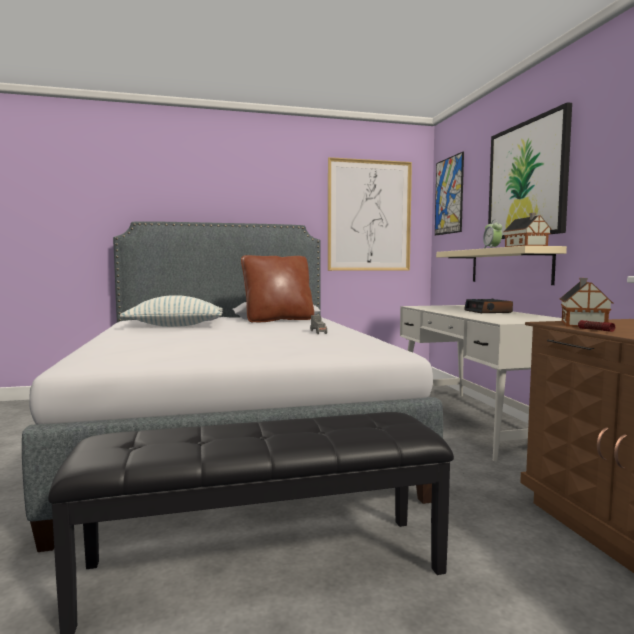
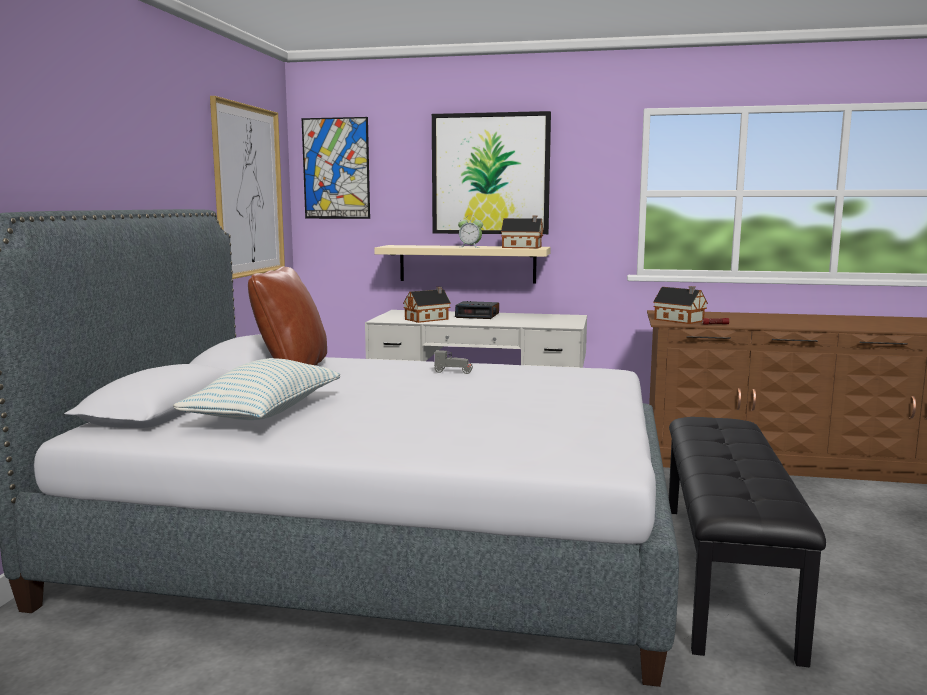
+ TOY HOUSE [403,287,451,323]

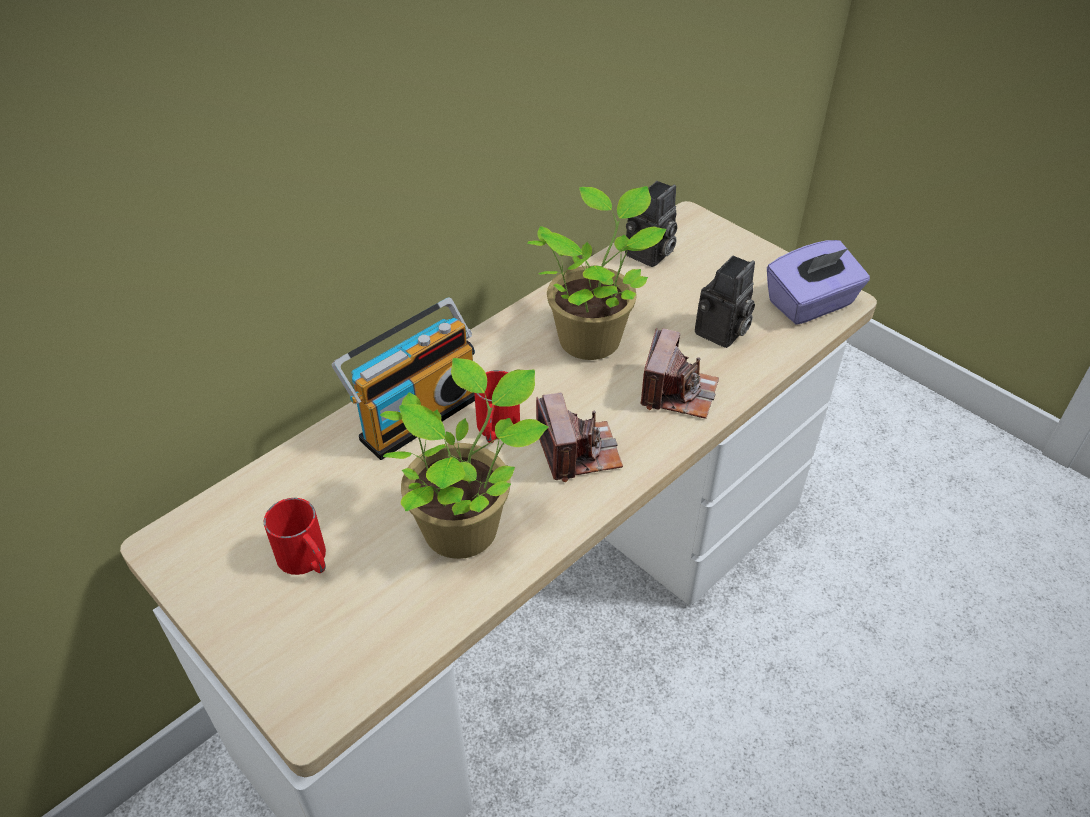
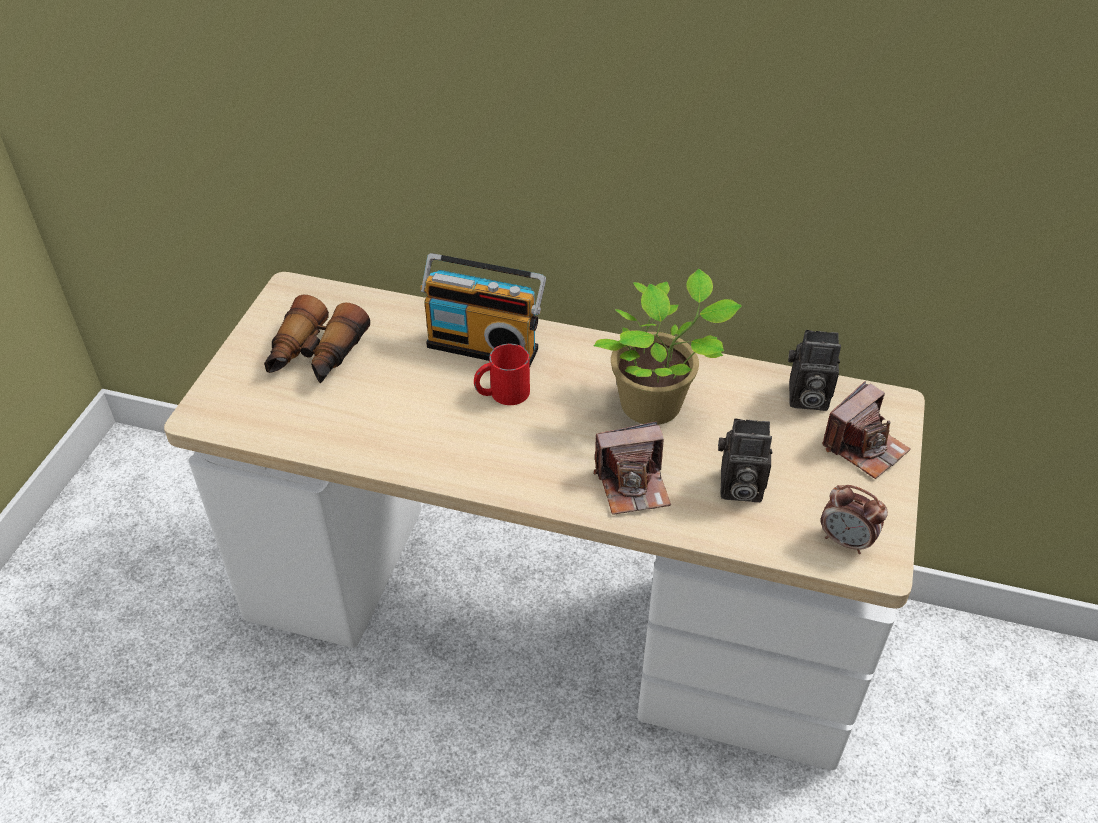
~ REDDISH TEA MUG [264,498,326,575] to BINOCULARS [264,295,370,383]
- PLANT IN A POT [380,358,548,559]
~ PHOTO CAMERA [536,393,623,482] to [822,381,911,479]
~ PURPLE-COLOURED TISSUE HOLDER [767,240,870,325] to ALARM CLOCK [821,485,888,554]

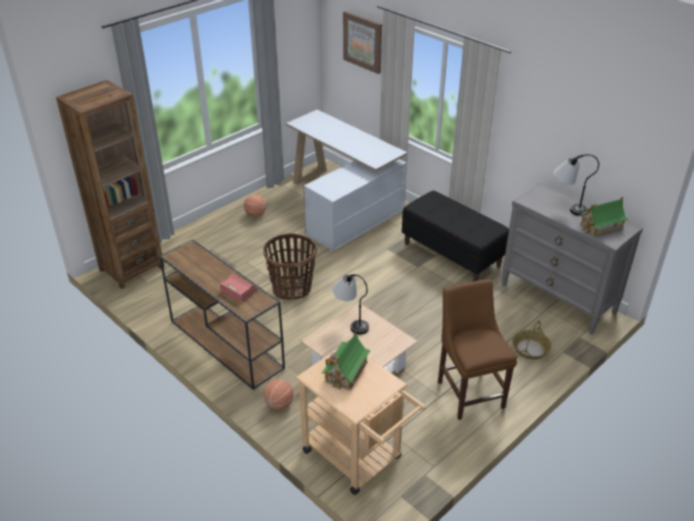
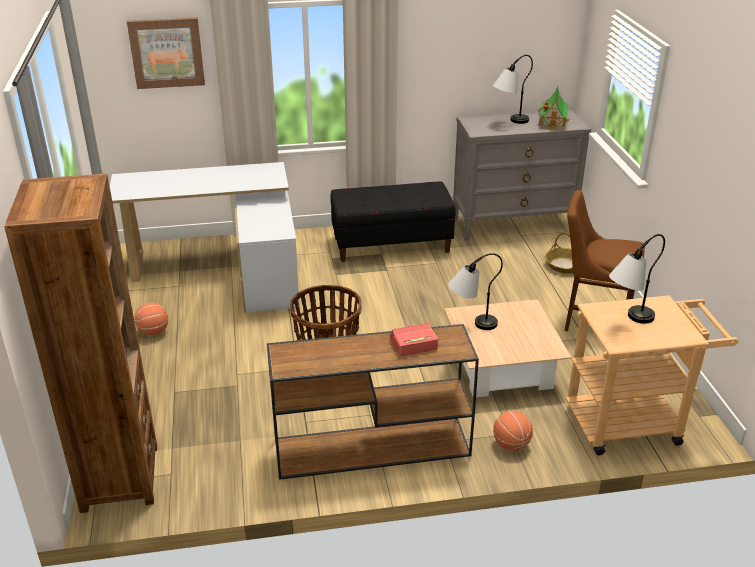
~ TOY HOUSE [322,330,370,390] to LAMP FOR A TABLE [609,234,665,324]

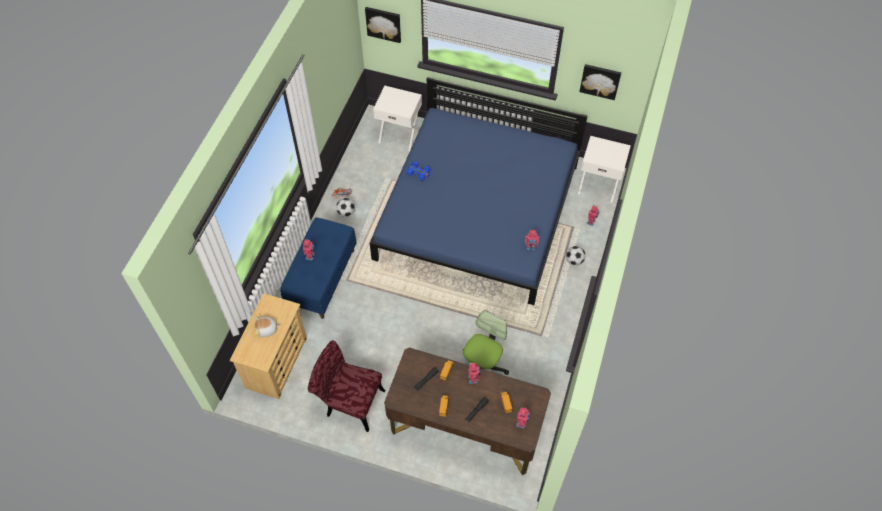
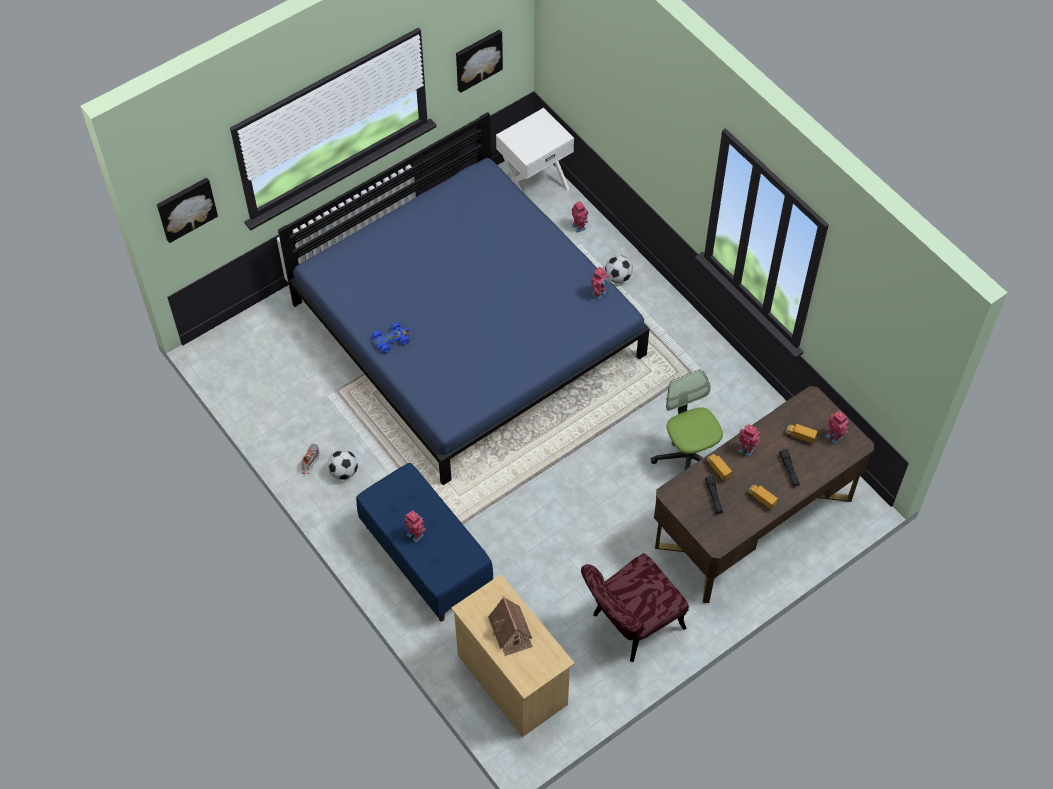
~ CUDDLY TOY [254,316,280,337] to TOY HOUSE [488,596,533,656]
- WHITE-COLOURED NIGHT TABLE [373,86,422,151]

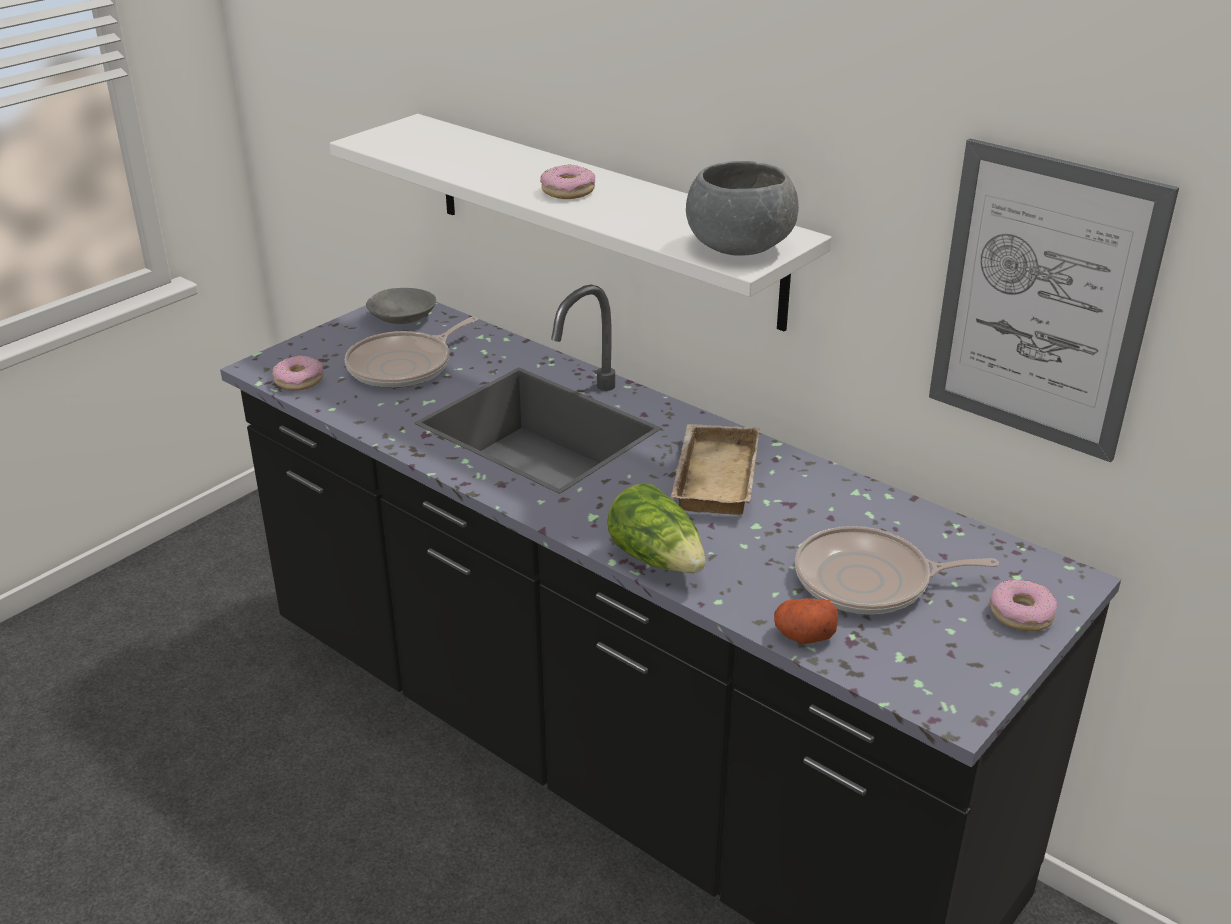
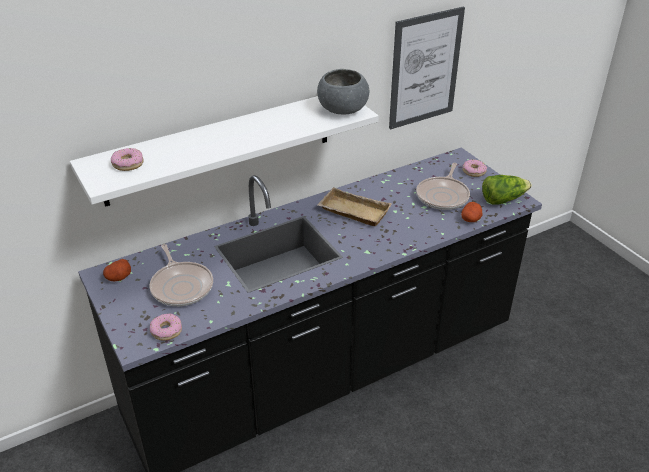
~ GRAY DEEP DISH [366,288,436,324] to SPUD [103,259,131,281]
~ DOUGHNUT [540,165,595,199] to [111,148,143,171]
~ LETTUCE HEAD [608,484,706,573] to [482,175,532,205]

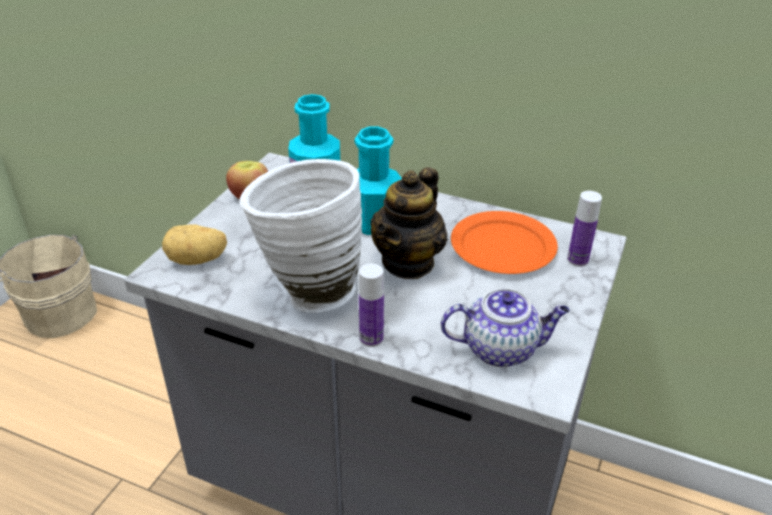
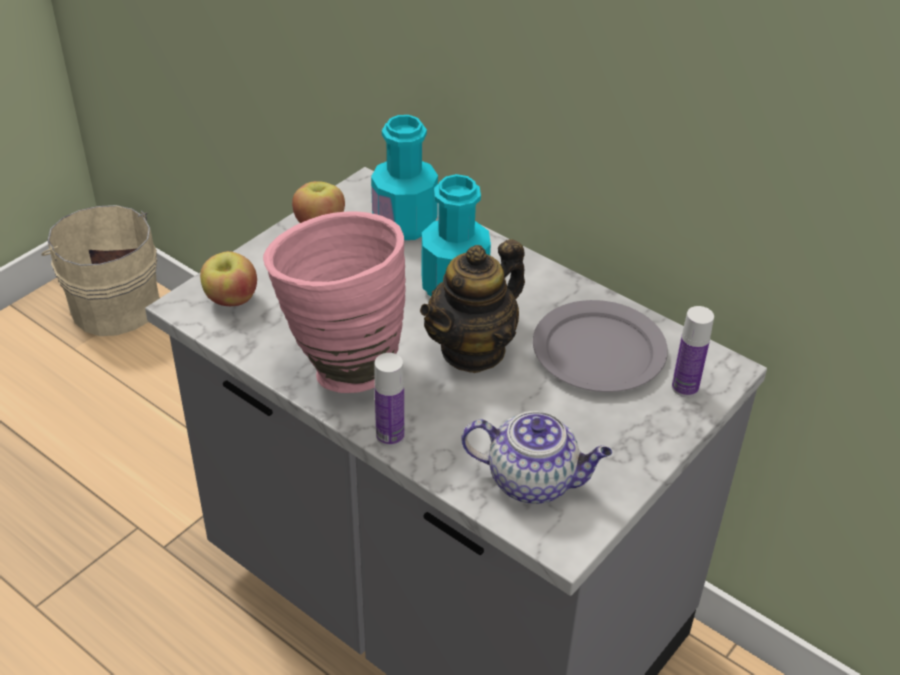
~ SPUD [162,224,227,265] to APPLE [200,251,257,306]
~ WHITE-COLOURED FLOWER VASE [239,159,362,313] to PINK-COLOURED FLOWER VASE [263,212,406,393]
~ ORANGE-COLOURED FLAT DISH [451,211,558,274] to GRAY FLAT DISH [533,300,668,392]

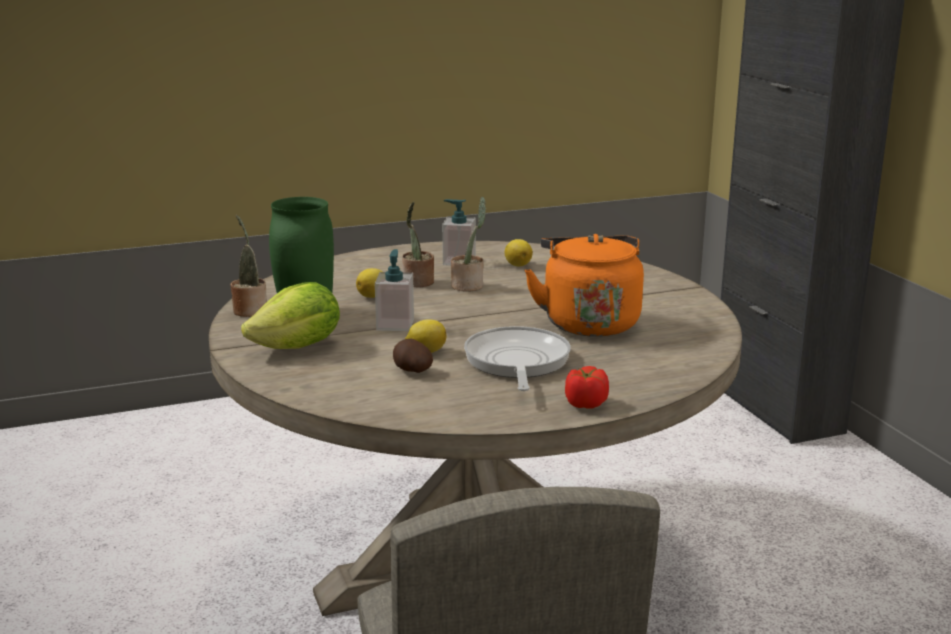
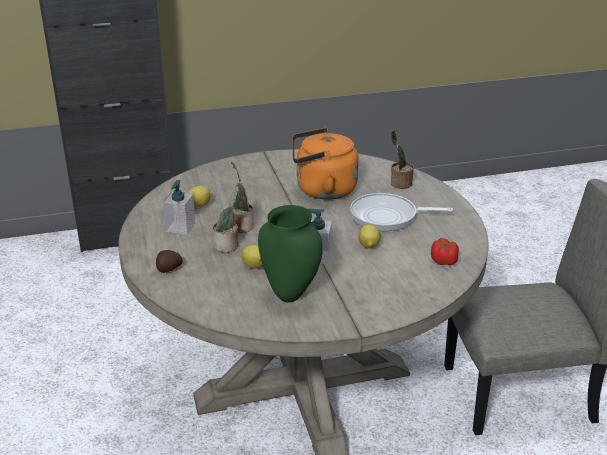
~ PLANT IN A POT [230,215,267,317] to [391,130,414,189]
- LETTUCE HEAD [241,282,340,349]
~ SPUD [393,339,433,373] to [156,250,183,273]
~ FRESH TOMATO [565,366,609,409] to [431,238,459,265]

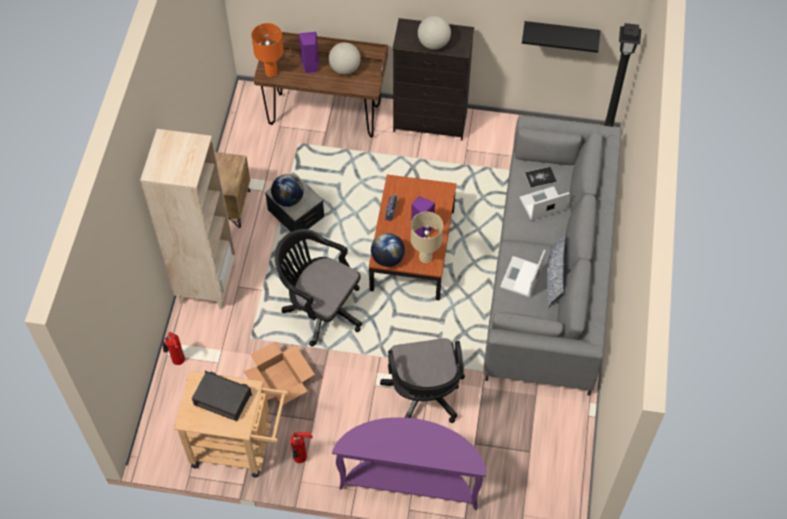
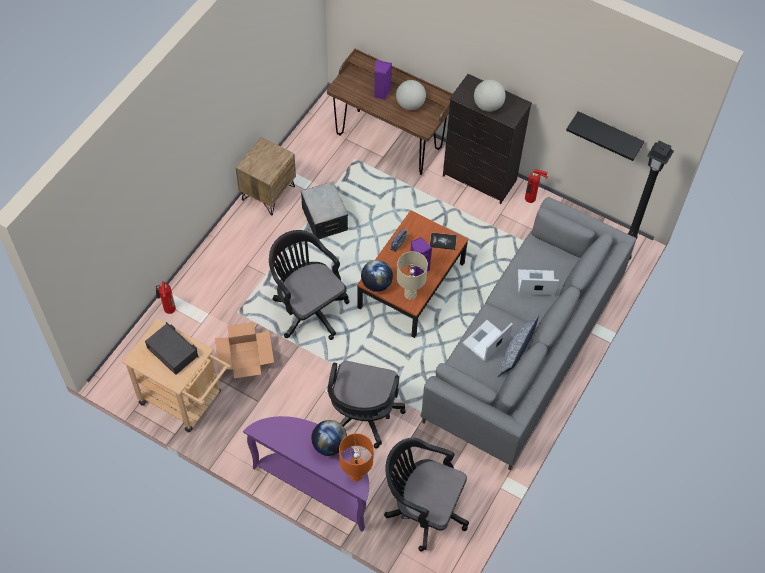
- BEIGE-COLOURED BOOKSHELF [140,129,236,309]
~ ORANGE-COLOURED LAMP FOR A TABLE [251,23,284,77] to [339,433,374,482]
~ DESK GLOBE [271,174,304,207] to [311,420,347,456]
~ FIRE EXTINGUISHER [290,432,313,463] to [525,169,548,203]
~ BOUND BOOK [525,167,556,187] to [430,232,457,250]
+ BLACKISH OFFICE CHAIR [384,438,469,552]

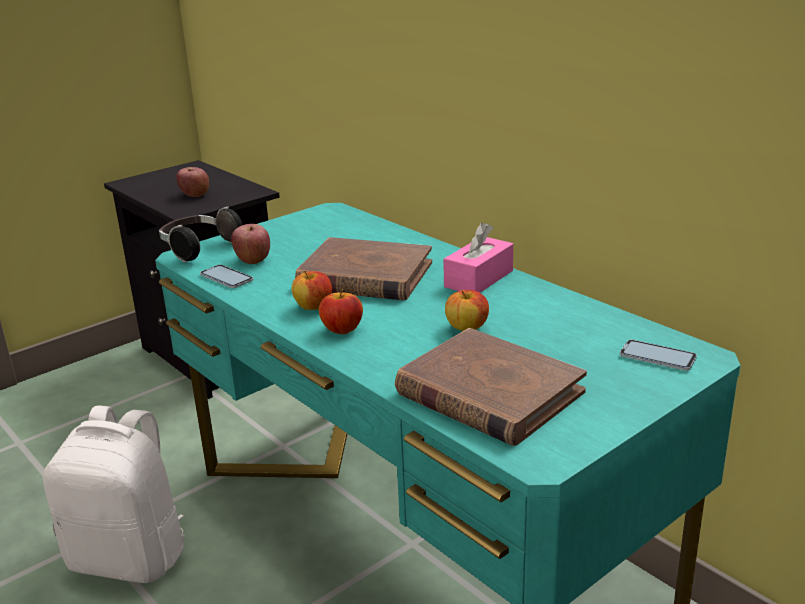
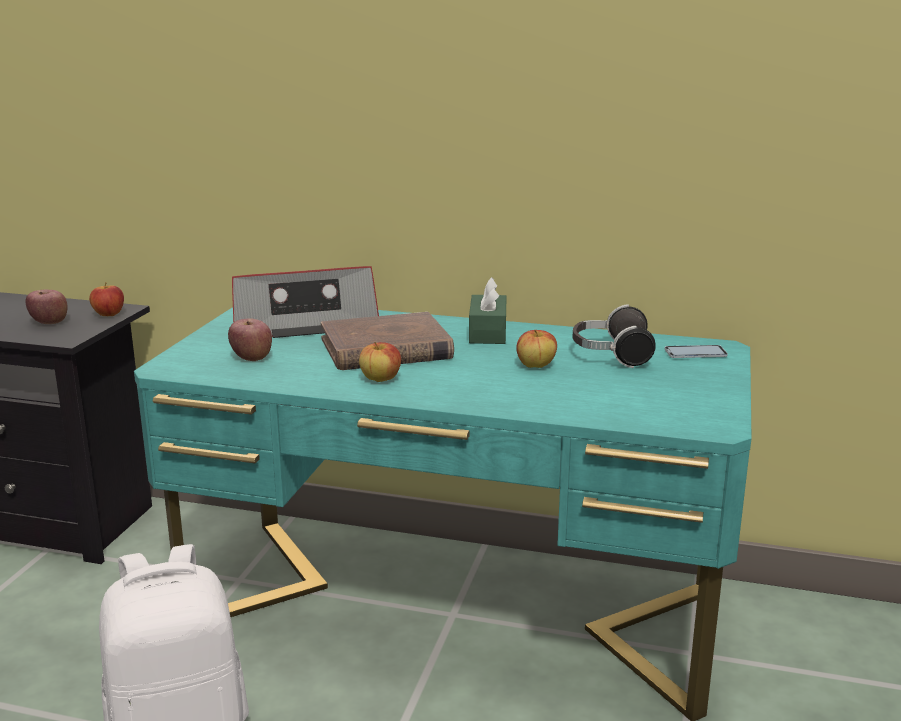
~ HEADPHONES [159,207,242,262] to [573,304,656,368]
- HANDSET [200,265,253,288]
~ APPLE [319,289,363,334] to [89,282,124,316]
- BROWNISH BOUND BOOK [395,328,587,446]
~ PINK-COLOURED TISSUE HOLDER [443,223,513,293] to GREEN-COLOURED TISSUE HOLDER [469,277,507,344]
+ RADIO [232,266,379,338]

